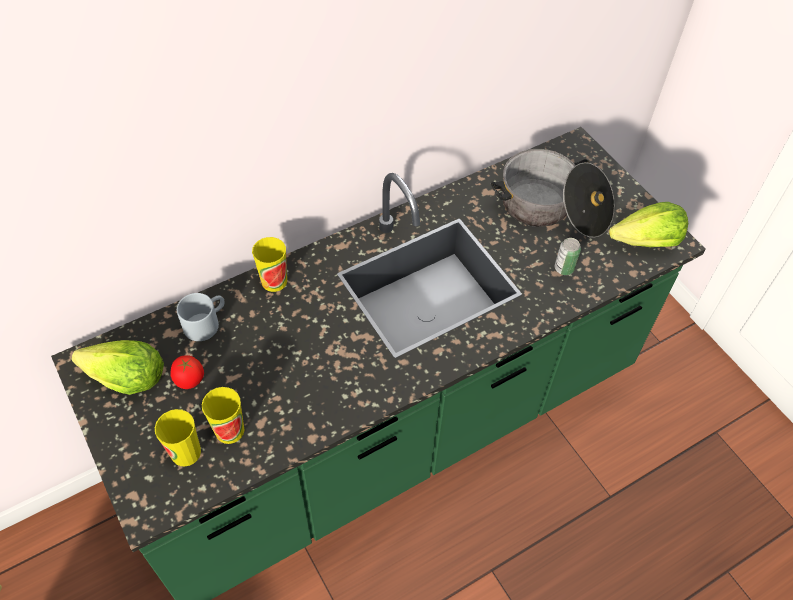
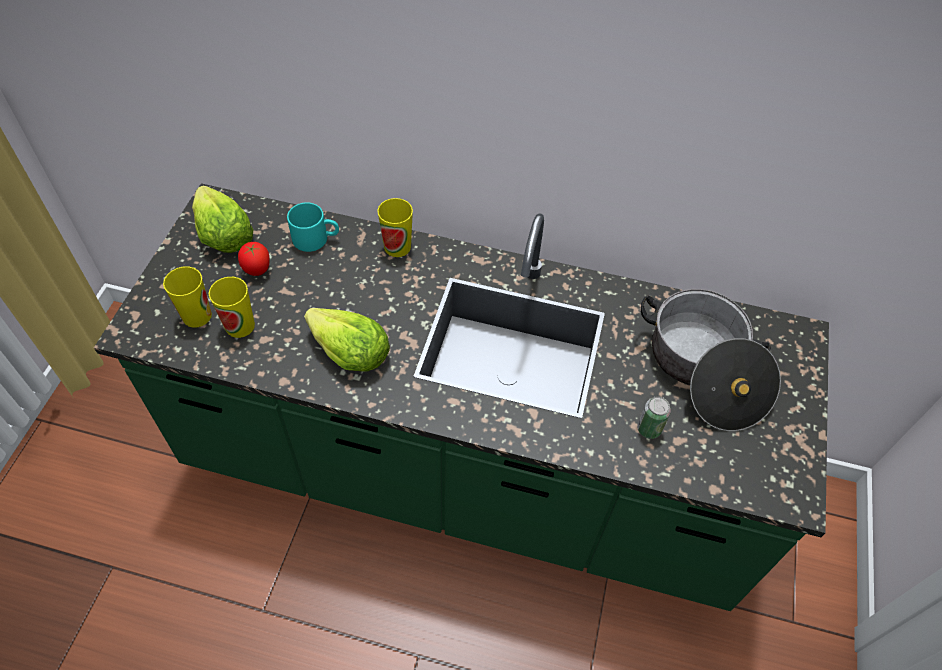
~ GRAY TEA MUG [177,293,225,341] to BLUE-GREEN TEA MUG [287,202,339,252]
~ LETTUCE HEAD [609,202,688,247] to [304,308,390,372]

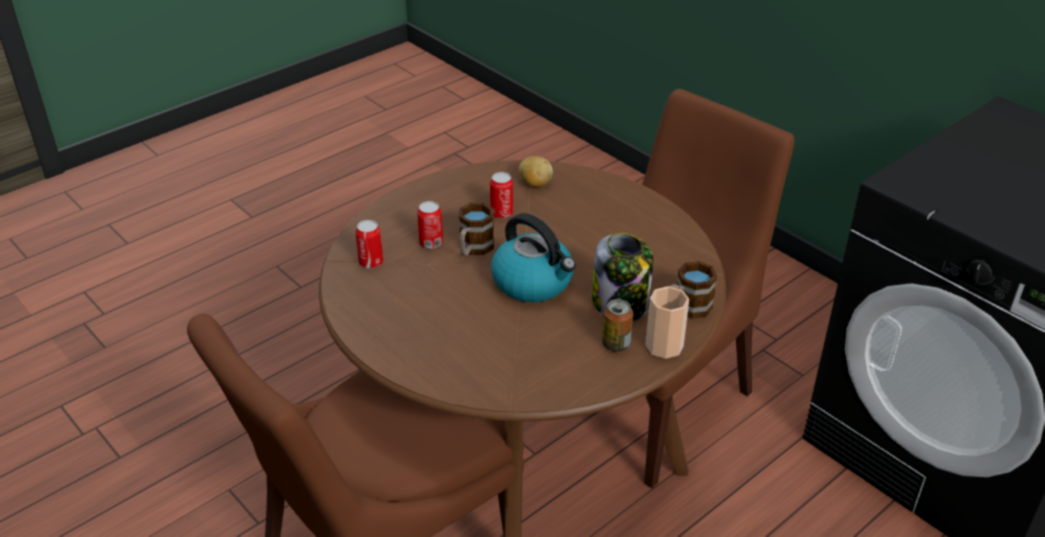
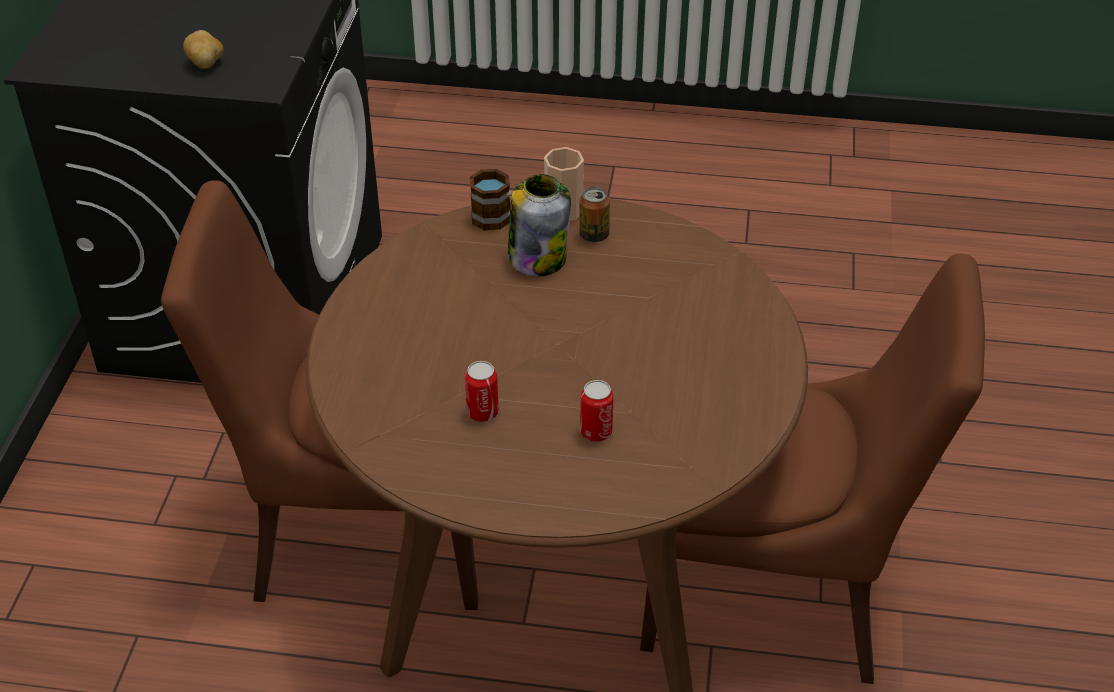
- METAL CAN [356,220,383,269]
- TEA MUG [459,203,494,256]
- KETTLE [491,213,576,302]
~ SPUD [519,156,553,187] to [183,30,224,69]

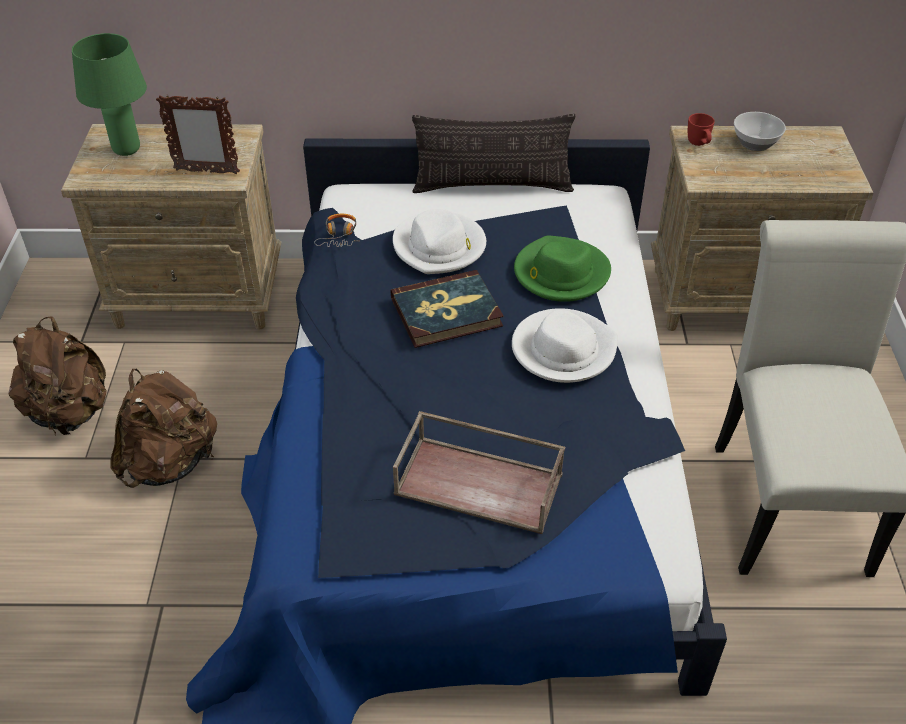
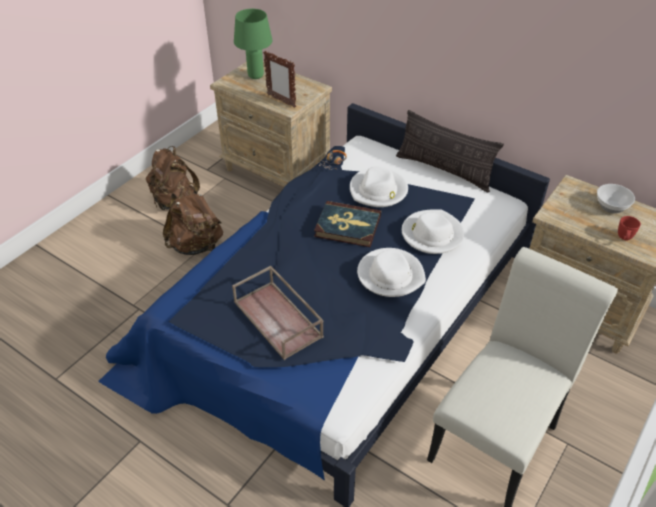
~ GREEN-COLOURED WEARABLE HAT [514,236,611,302] to WHITE-COLOURED WEARABLE HAT [402,209,465,254]
~ REDDISH TEA MUG [688,113,715,146] to [618,216,641,241]

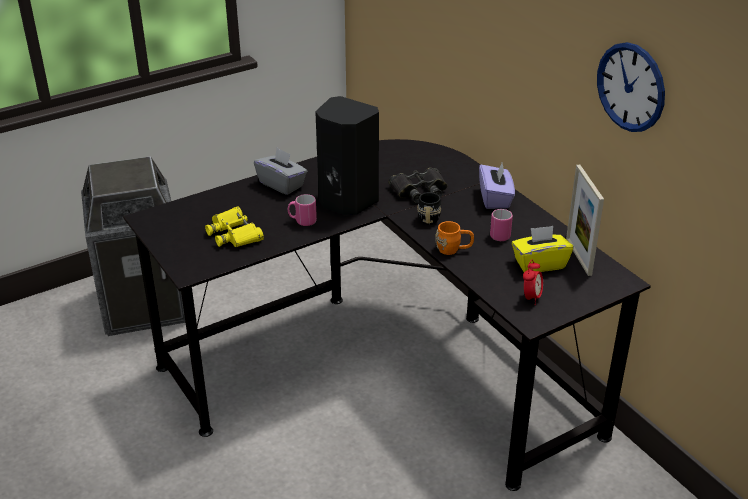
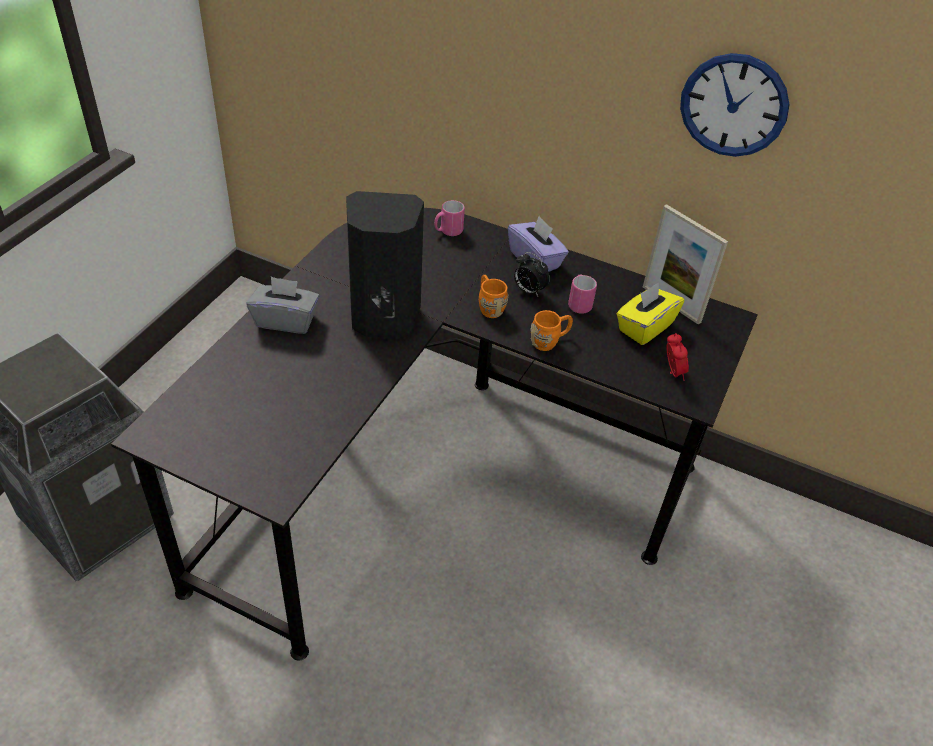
- YELLOWISH BINOCULARS [205,206,264,247]
~ PINK-COLOURED TEA MUG [288,194,317,226] to [434,200,465,236]
- BLACKISH BINOCULARS [388,168,448,203]
~ BLACKISH TEA MUG [417,190,441,225] to ORANGE-COLOURED TEA MUG [479,275,508,318]
+ ALARM CLOCK [514,252,550,297]

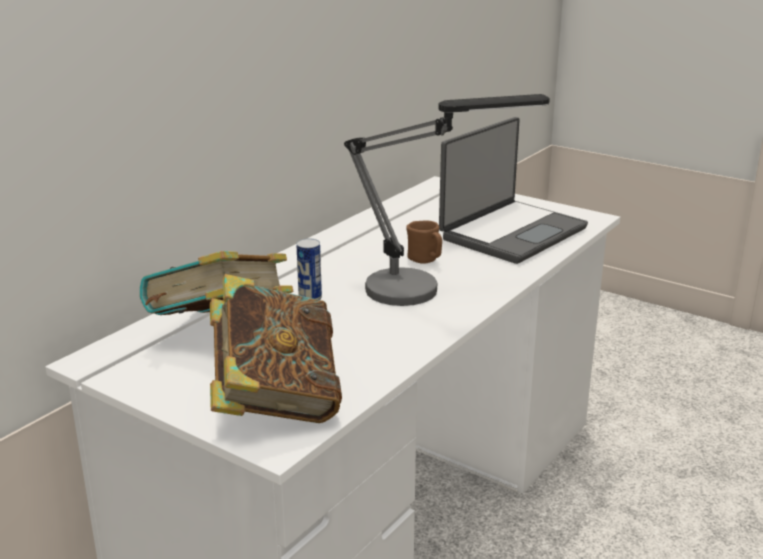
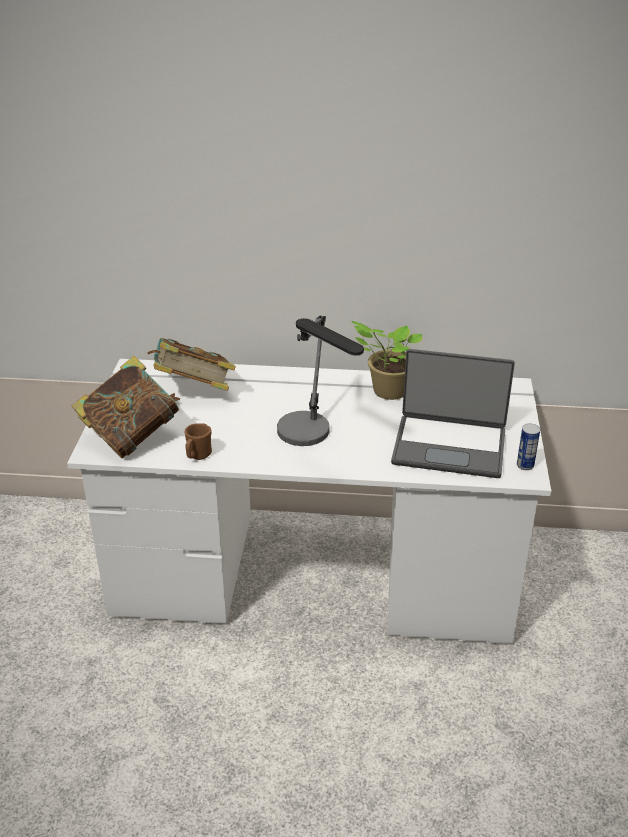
~ METAL CAN [296,238,322,300] to [517,423,540,470]
~ BROWNISH TEA MUG [406,220,442,264] to [185,423,212,460]
+ PLANT IN A POT [351,321,422,400]

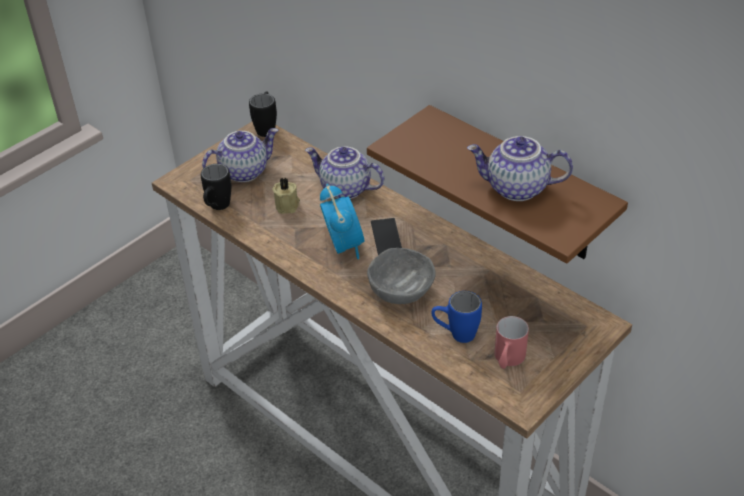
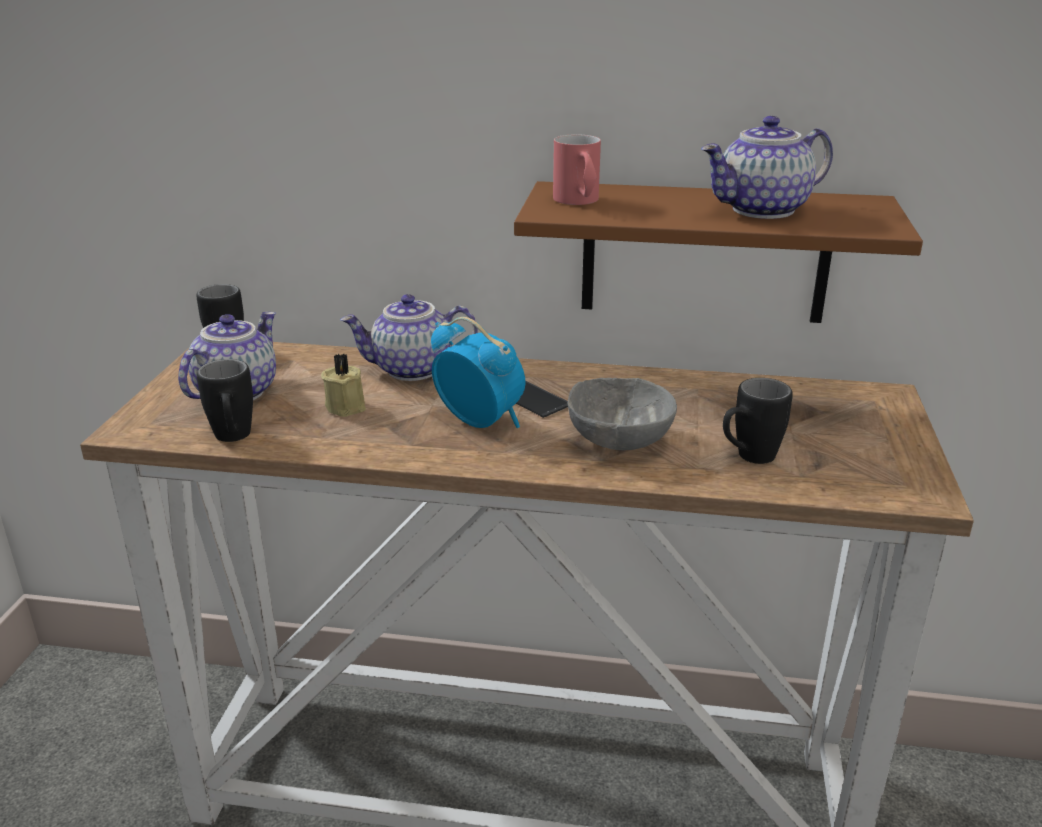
~ BLUE TEA MUG [431,291,482,343] to BLACKISH TEA MUG [723,378,793,464]
~ REDDISH TEA MUG [494,316,529,369] to [553,134,601,205]

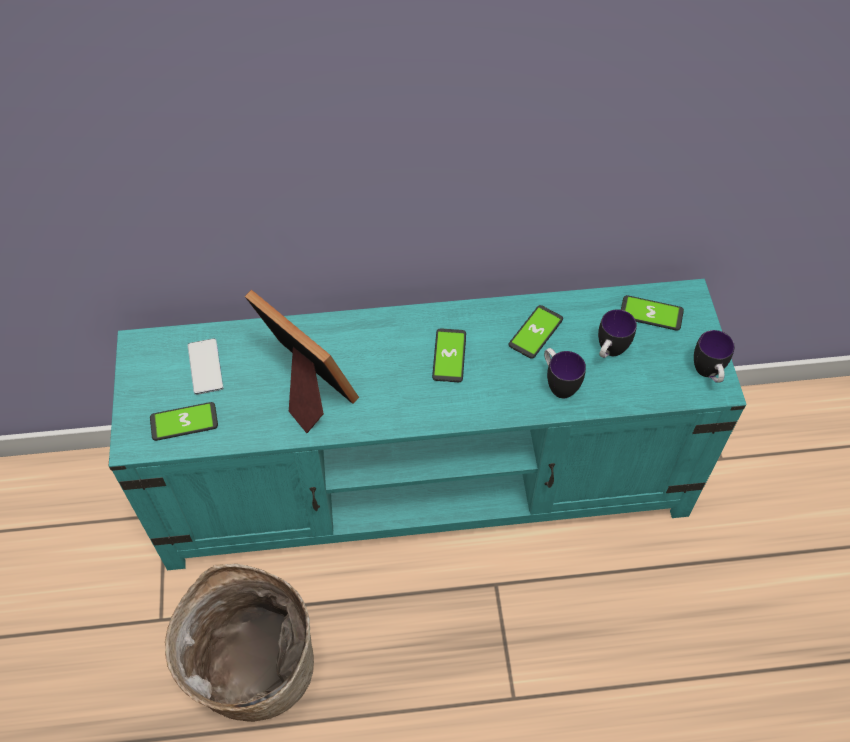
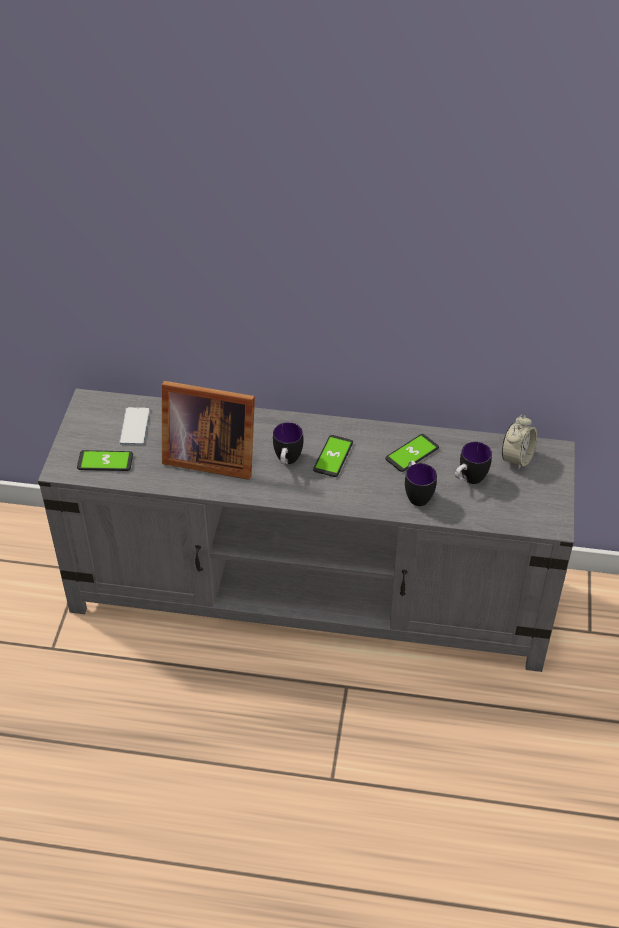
~ BLUE-GREEN TV STAND [109,279,747,570] to GRAY TV STAND [38,389,575,672]
- STORAGE BASKET [165,564,314,722]
~ PHOTO FRAME [245,290,359,433] = [162,381,255,480] 135 degrees clockwise
~ HANDSET [621,295,684,331] to ALARM CLOCK [502,414,537,471]
~ TEA MUG [694,330,735,383] to [273,422,303,464]

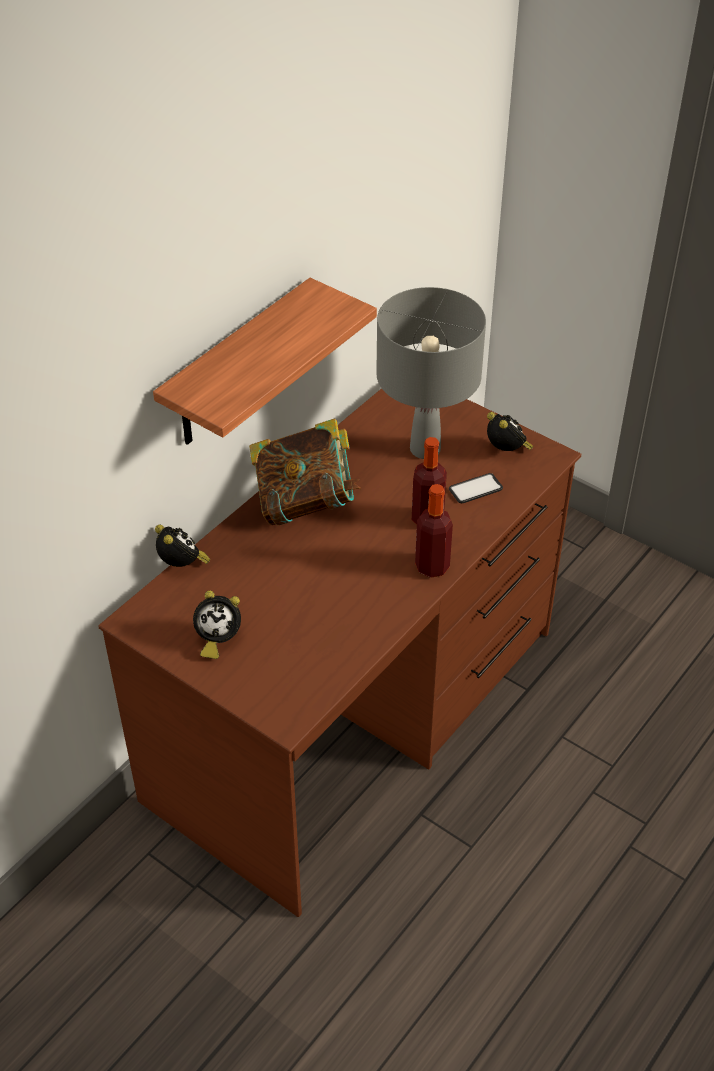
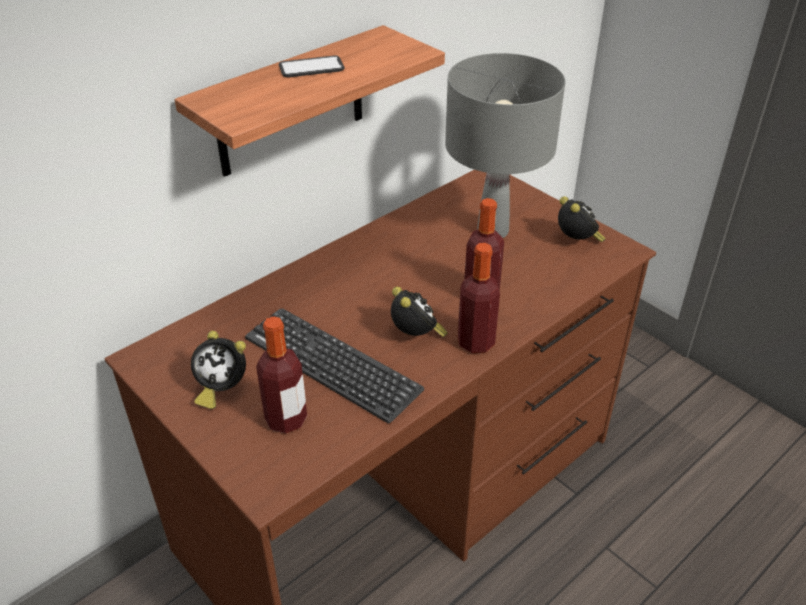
~ ALARM CLOCK [155,525,210,567] to [391,287,448,337]
- BOUND BOOK [249,418,361,525]
~ HANDSET [449,473,503,503] to [279,55,345,77]
+ KEYBOARD [245,308,424,423]
+ BOTTLE [256,316,307,434]

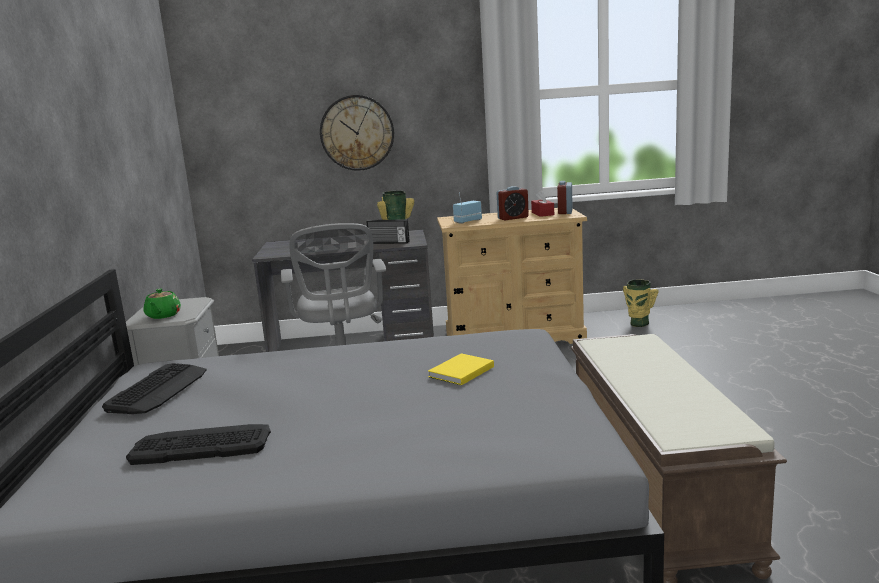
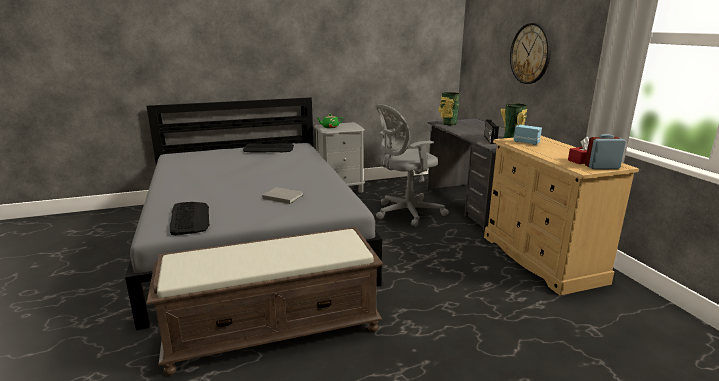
~ KEYBOARD [126,424,271,465] to [170,202,210,235]
~ YELLOWISH BOUND BOOK [428,353,494,385] to GRAY BOUND BOOK [262,187,303,204]
- ALARM CLOCK [497,186,529,220]
~ FLOWER VASE [623,279,659,327] to [438,92,460,126]

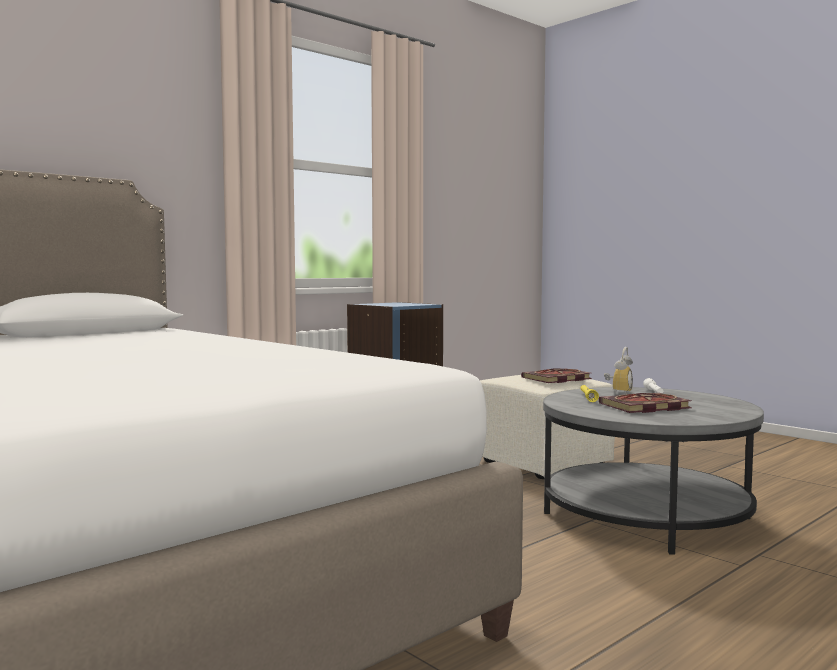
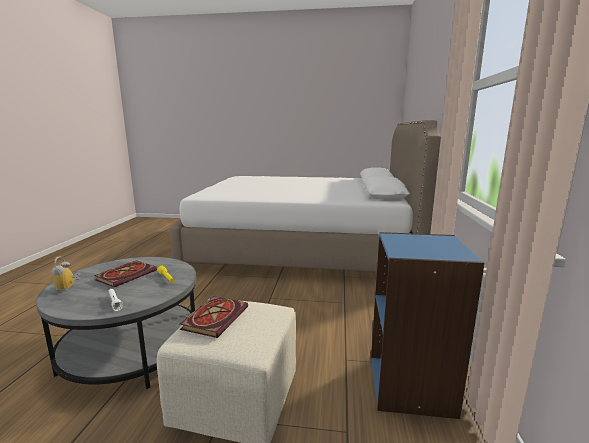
~ ALARM CLOCK [604,347,633,394] to [51,256,80,292]

